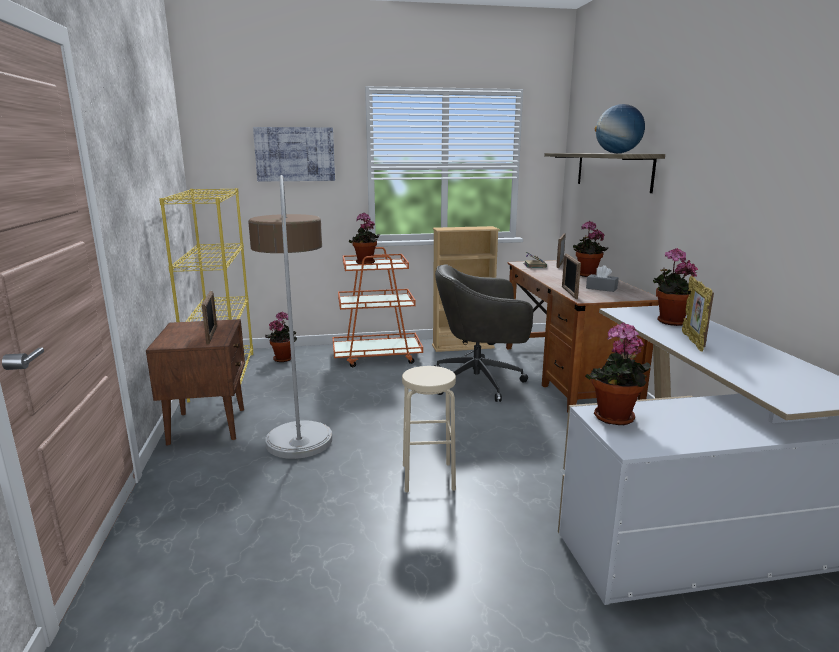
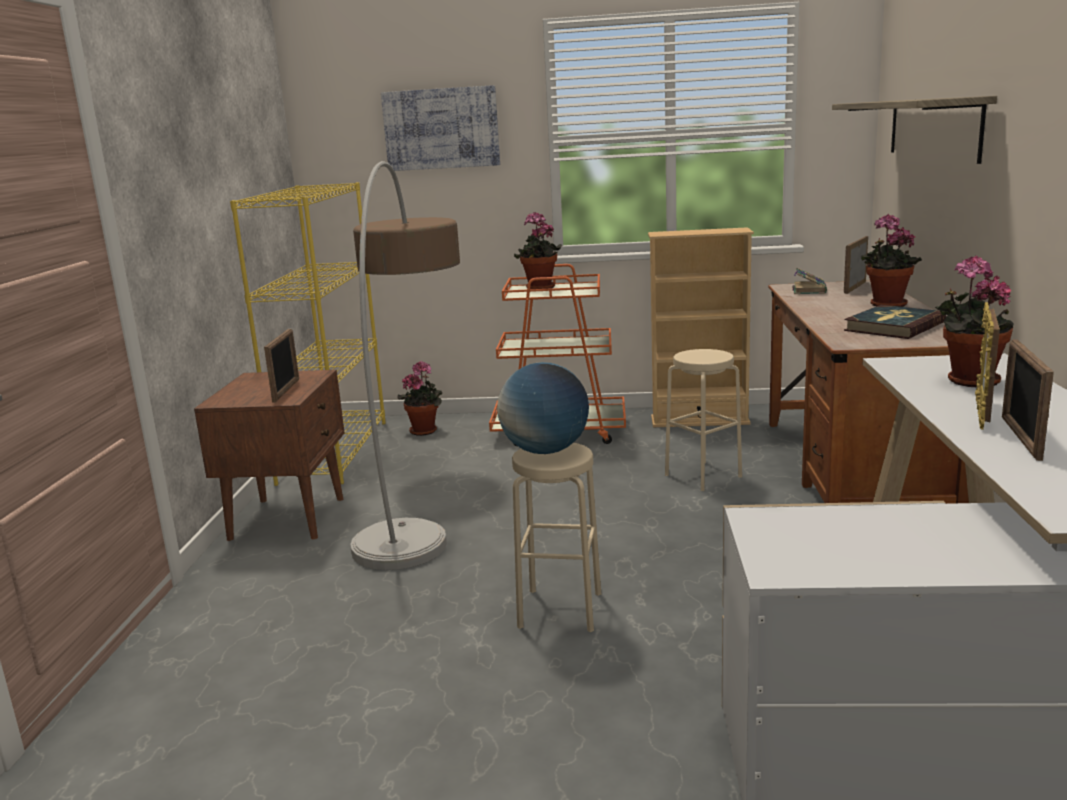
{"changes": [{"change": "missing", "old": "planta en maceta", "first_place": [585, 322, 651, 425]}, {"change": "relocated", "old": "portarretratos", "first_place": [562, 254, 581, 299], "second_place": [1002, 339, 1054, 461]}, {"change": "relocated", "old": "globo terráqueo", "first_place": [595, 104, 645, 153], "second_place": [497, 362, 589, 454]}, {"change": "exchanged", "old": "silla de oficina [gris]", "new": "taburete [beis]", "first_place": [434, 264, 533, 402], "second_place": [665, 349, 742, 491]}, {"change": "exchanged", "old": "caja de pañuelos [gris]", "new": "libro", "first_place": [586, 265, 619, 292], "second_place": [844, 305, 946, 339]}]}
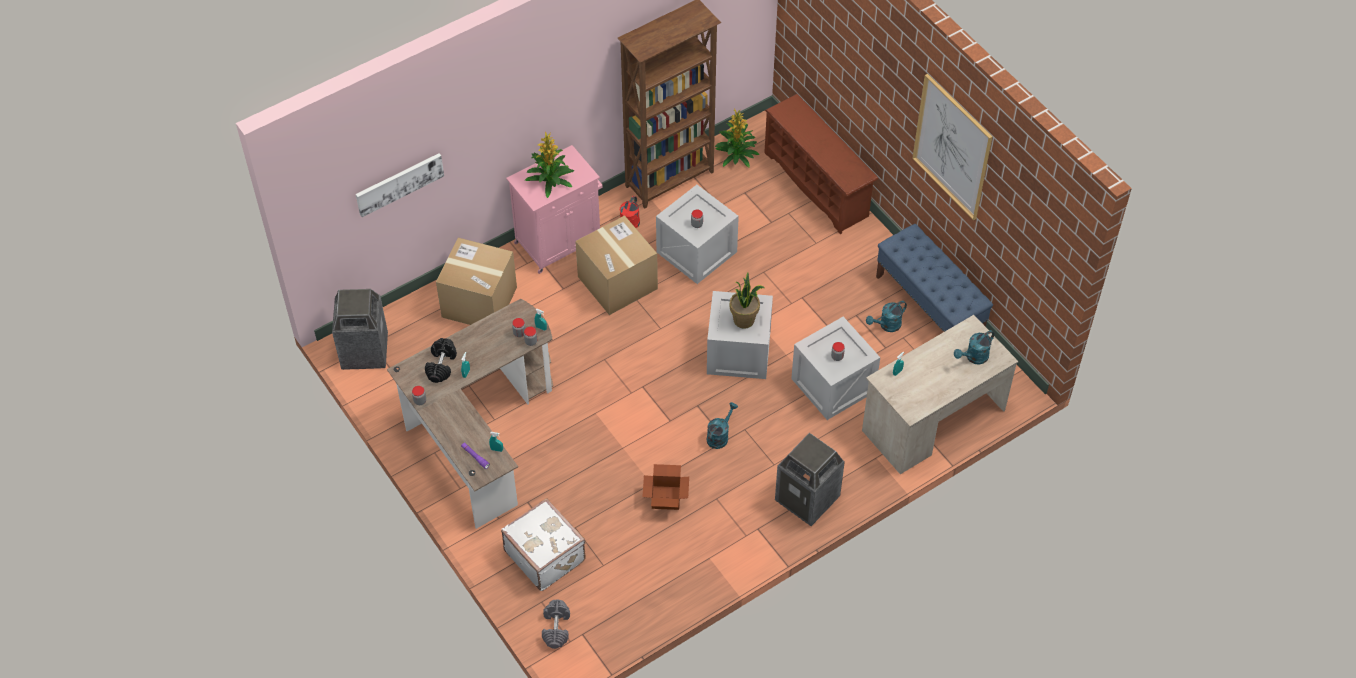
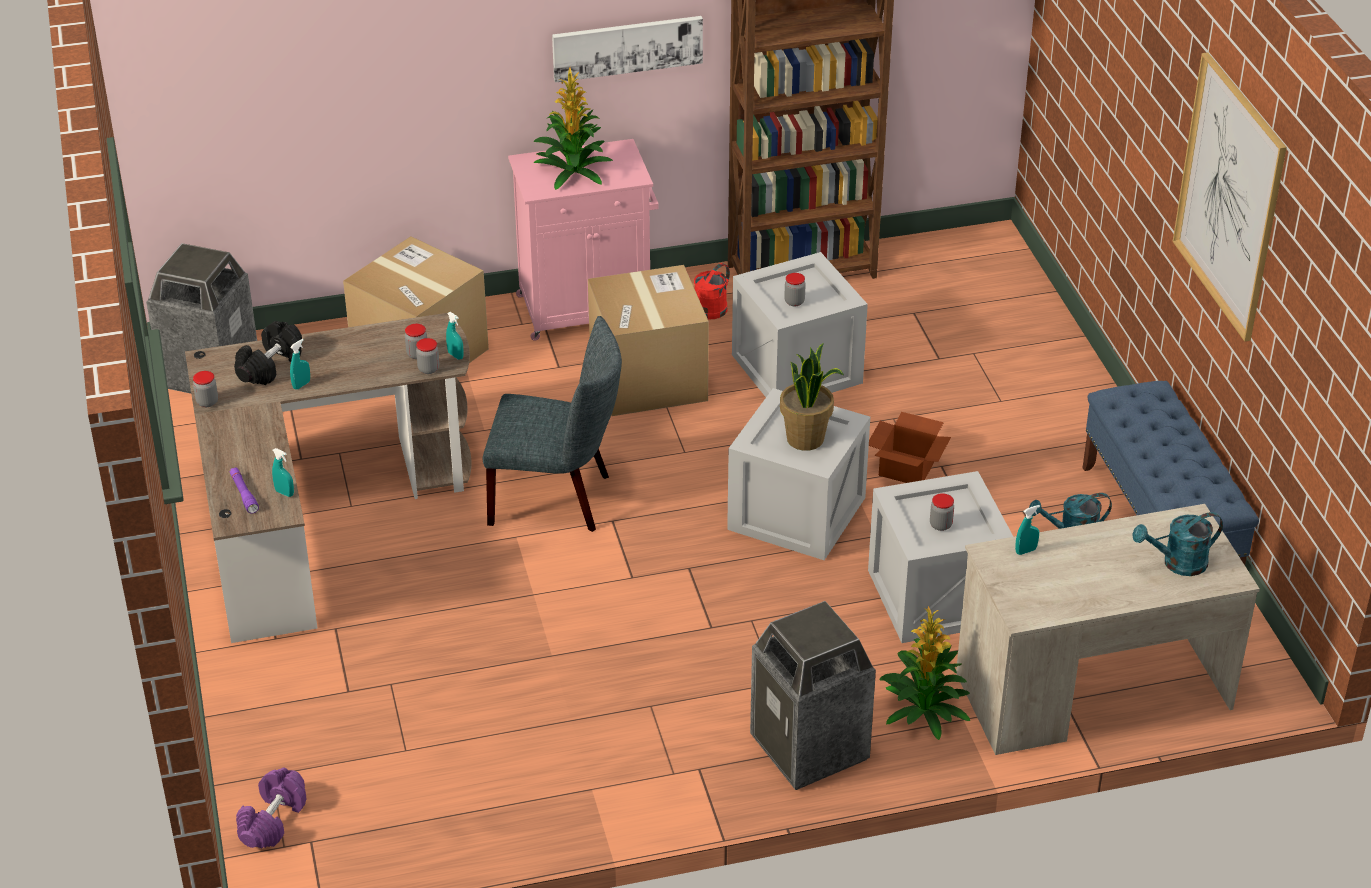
{"changes": [{"change": "missing", "old": "maleta [blanco]", "first_place": [501, 498, 586, 591]}, {"change": "missing", "old": "regadera [turquesa]", "first_place": [706, 402, 738, 449]}, {"change": "missing", "old": "zapatero [marrón]", "first_place": [764, 94, 878, 234]}, {"change": "appeared", "new": "silla [gris]", "second_place": [483, 316, 622, 532]}, {"change": "relocated", "old": "cuadro", "first_place": [356, 153, 444, 217], "second_place": [552, 16, 703, 83]}, {"change": "relocated", "old": "caja de cartón", "first_place": [642, 464, 689, 510], "second_place": [869, 412, 951, 483]}, {"change": "relocated", "old": "planta en maceta", "first_place": [715, 109, 760, 167], "second_place": [879, 606, 970, 740]}, {"change": "colour", "old": "mancuerna [gris]", "new": "mancuerna [morado]", "first_place": [542, 599, 570, 649], "second_place": [236, 767, 307, 848]}]}
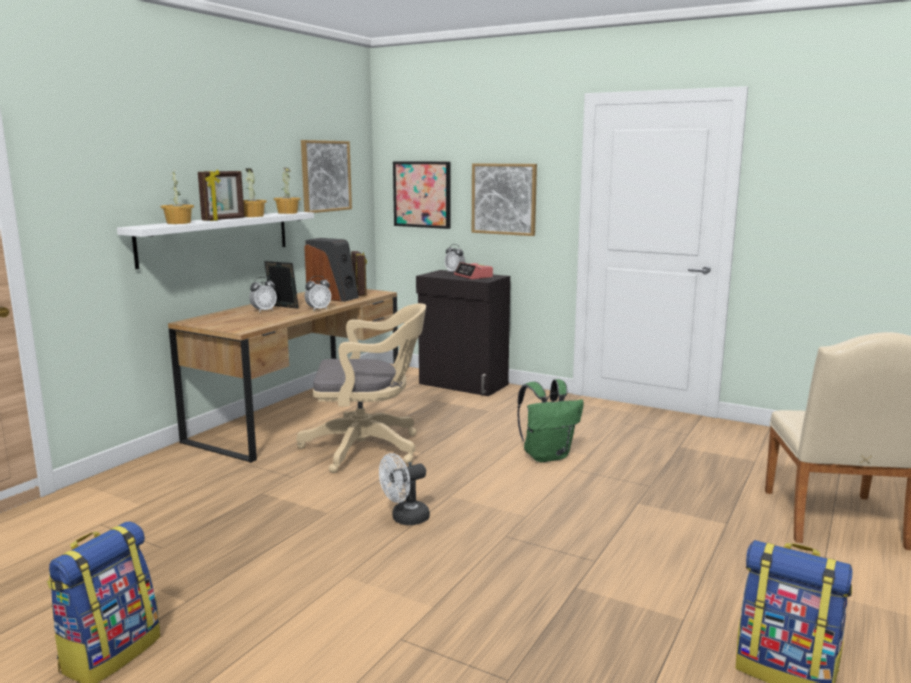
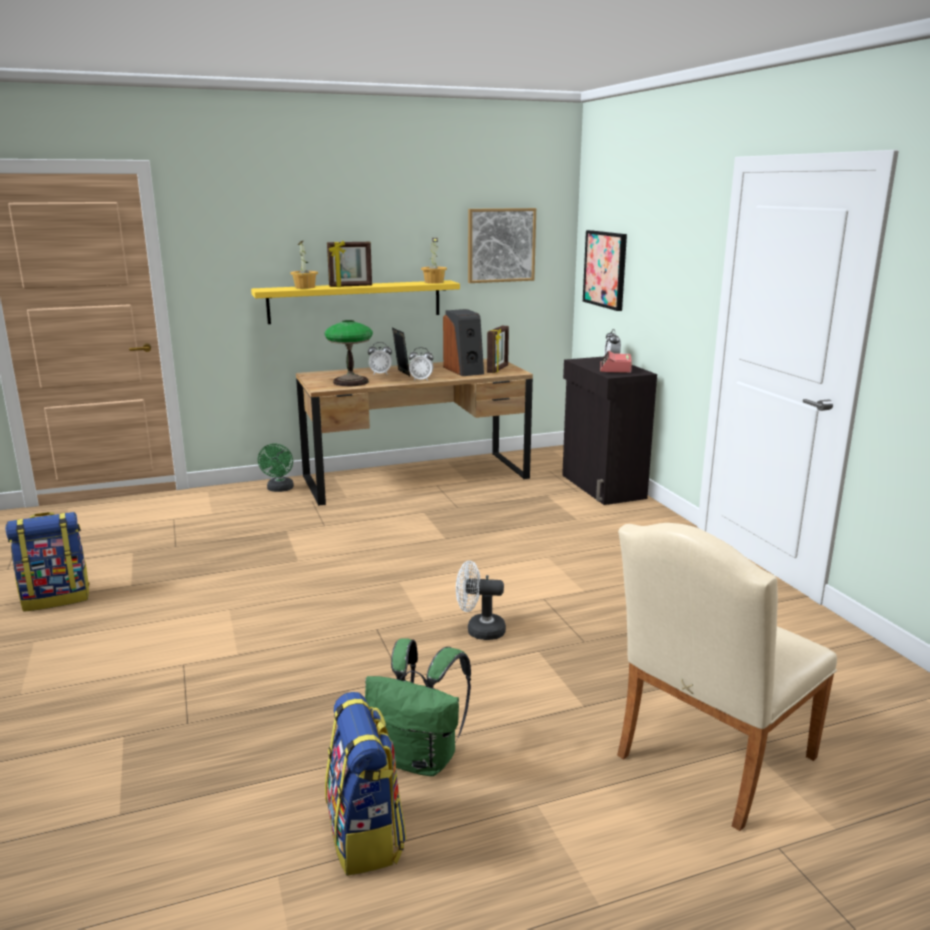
{"changes": [{"change": "missing", "old": "planta en maceta", "first_place": [243, 168, 267, 217]}, {"change": "missing", "old": "silla de oficina [beis]", "first_place": [296, 303, 426, 473]}, {"change": "missing", "old": "cuadro", "first_place": [472, 163, 537, 236]}, {"change": "appeared", "new": "ventilador [verde]", "second_place": [258, 443, 294, 492]}, {"change": "appeared", "new": "lámpara de mesa", "second_place": [324, 320, 373, 386]}, {"change": "relocated", "old": "ventilador [blanco]", "first_place": [379, 453, 430, 525], "second_place": [456, 561, 506, 640]}, {"change": "relocated", "old": "mochila [verde]", "first_place": [517, 379, 584, 462], "second_place": [365, 638, 471, 776]}, {"change": "colour", "old": "estante [blanco]", "new": "estante [amarillo]", "first_place": [117, 212, 314, 269], "second_place": [251, 280, 460, 324]}]}
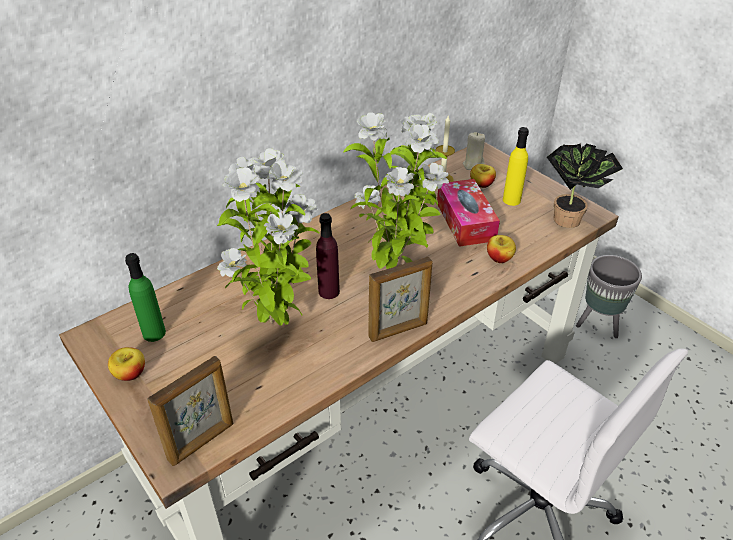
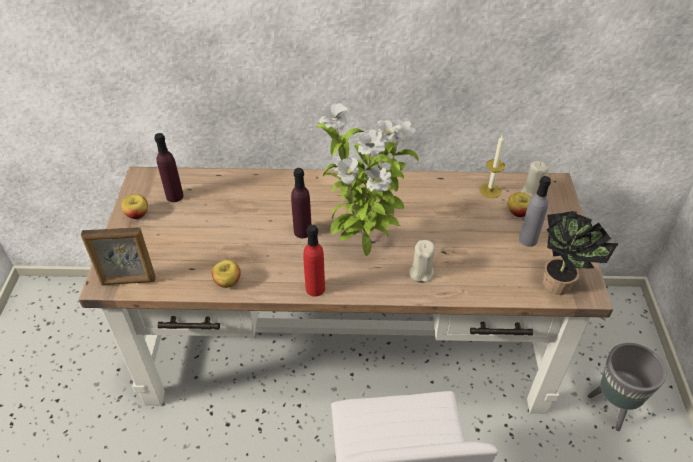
{"changes": [{"change": "missing", "old": "planta en maceta", "first_place": [217, 148, 320, 326]}, {"change": "missing", "old": "caja de pañuelos", "first_place": [437, 179, 500, 247]}, {"change": "appeared", "new": "vela [beis]", "second_place": [409, 240, 435, 282]}, {"change": "relocated", "old": "manzana", "first_place": [487, 235, 516, 263], "second_place": [212, 260, 241, 288]}, {"change": "exchanged", "old": "portarretratos", "new": "botella [rojo]", "first_place": [368, 257, 432, 342], "second_place": [303, 225, 325, 296]}, {"change": "colour", "old": "botella [verde]", "new": "botella [morado]", "first_place": [125, 253, 166, 342], "second_place": [155, 133, 184, 202]}, {"change": "colour", "old": "botella [amarillo]", "new": "botella [gris]", "first_place": [503, 127, 529, 206], "second_place": [519, 176, 551, 247]}]}
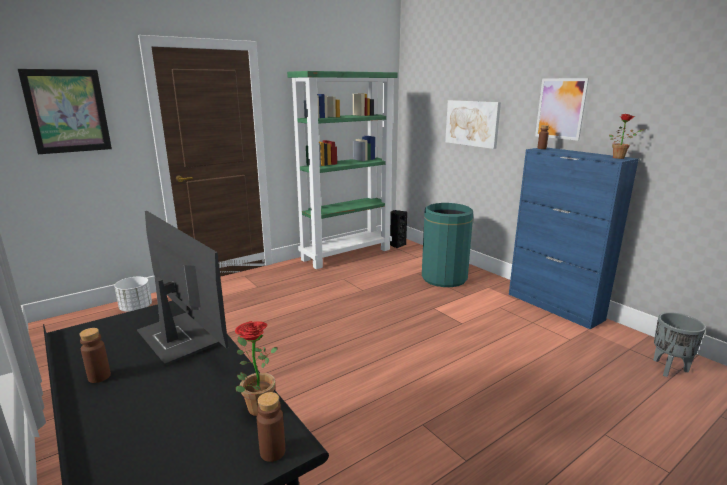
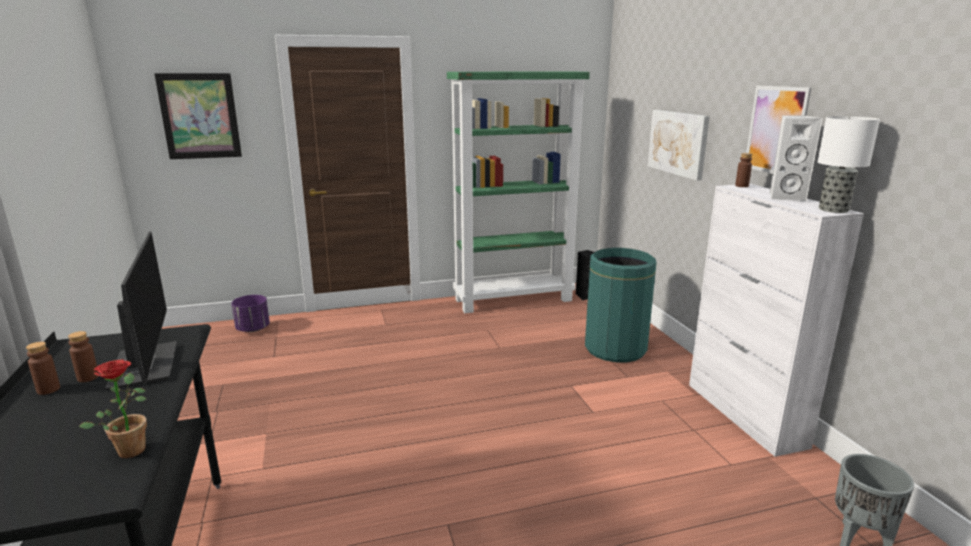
{"changes": [{"change": "appeared", "new": "altavoz [blanco]", "second_place": [769, 115, 823, 201]}, {"change": "relocated", "old": "botella [marrón]", "first_place": [257, 392, 285, 462], "second_place": [68, 331, 99, 382]}, {"change": "exchanged", "old": "planta en maceta", "new": "lámpara de mesa", "first_place": [609, 114, 644, 159], "second_place": [818, 116, 880, 213]}, {"change": "colour", "old": "maceta [blanco]", "new": "maceta [morado]", "first_place": [114, 277, 152, 312], "second_place": [231, 295, 270, 332]}, {"change": "colour", "old": "armario [azul]", "new": "armario [blanco]", "first_place": [509, 148, 639, 329], "second_place": [689, 184, 864, 457]}]}
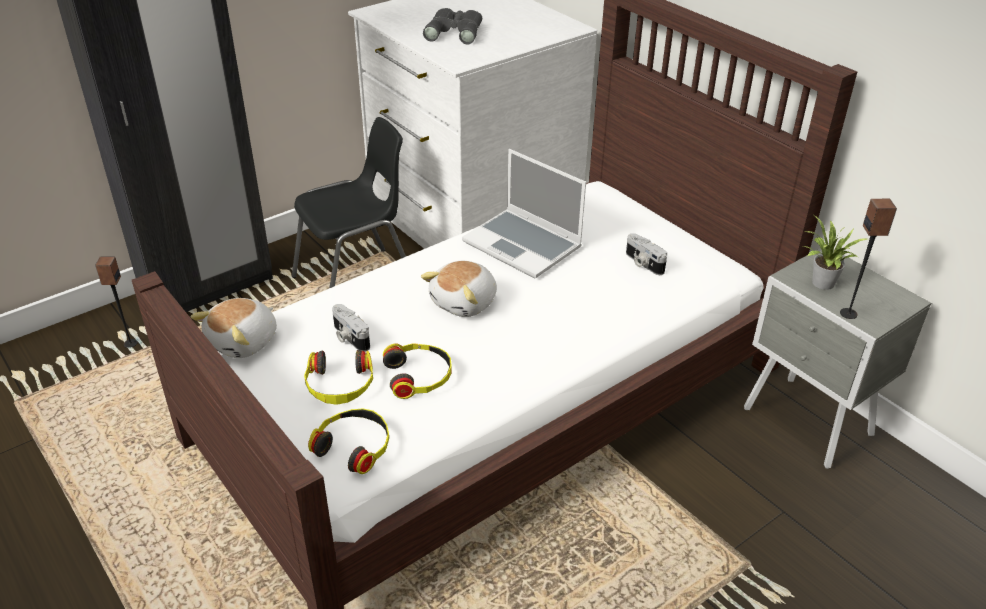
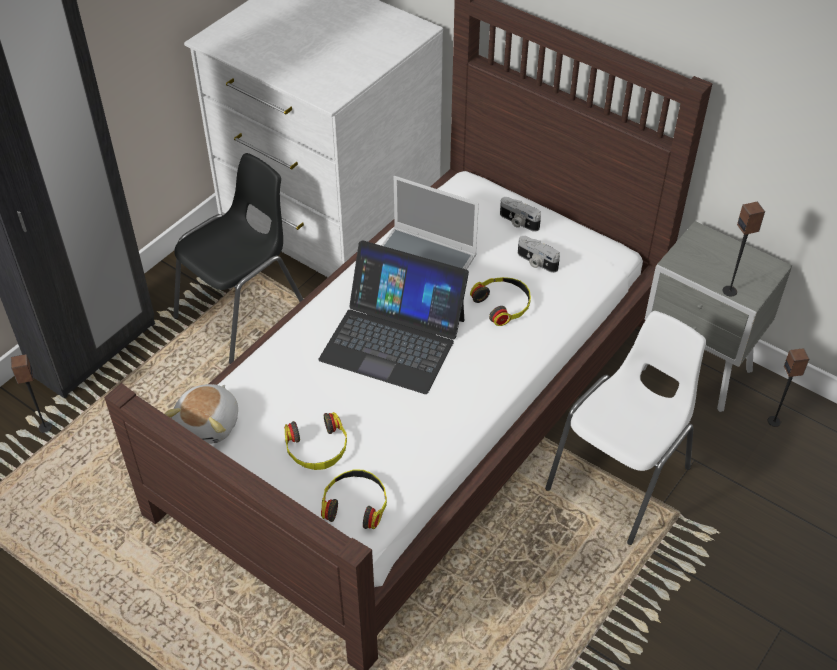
{"changes": [{"change": "missing", "old": "prismáticos [gris]", "first_place": [423, 8, 482, 44]}, {"change": "missing", "old": "planta en maceta", "first_place": [803, 215, 867, 290]}, {"change": "appeared", "new": "silla [blanco]", "second_place": [545, 311, 706, 545]}, {"change": "appeared", "new": "altavoz", "second_place": [768, 348, 809, 427]}, {"change": "relocated", "old": "cámara", "first_place": [332, 304, 370, 352], "second_place": [500, 197, 541, 232]}, {"change": "relocated", "old": "auriculares", "first_place": [383, 343, 452, 399], "second_place": [470, 277, 531, 326]}, {"change": "exchanged", "old": "peluche", "new": "portátil", "first_place": [421, 261, 497, 317], "second_place": [318, 240, 469, 394]}]}
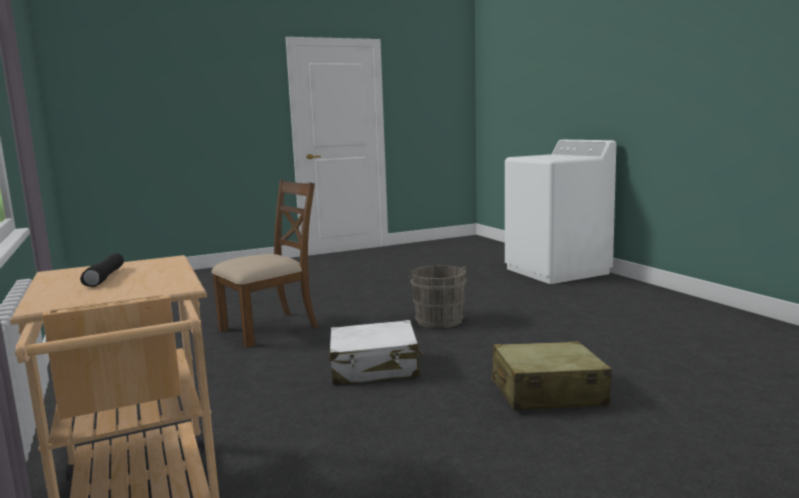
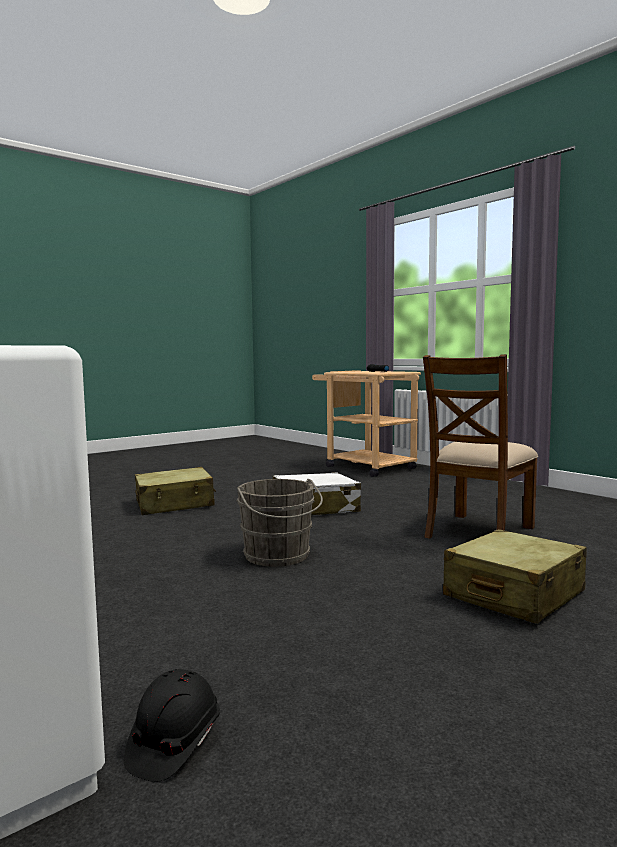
{"changes": [{"change": "appeared", "new": "casco [negro]", "second_place": [124, 669, 220, 782]}, {"change": "appeared", "new": "maleta [beis]", "second_place": [443, 529, 587, 624]}]}
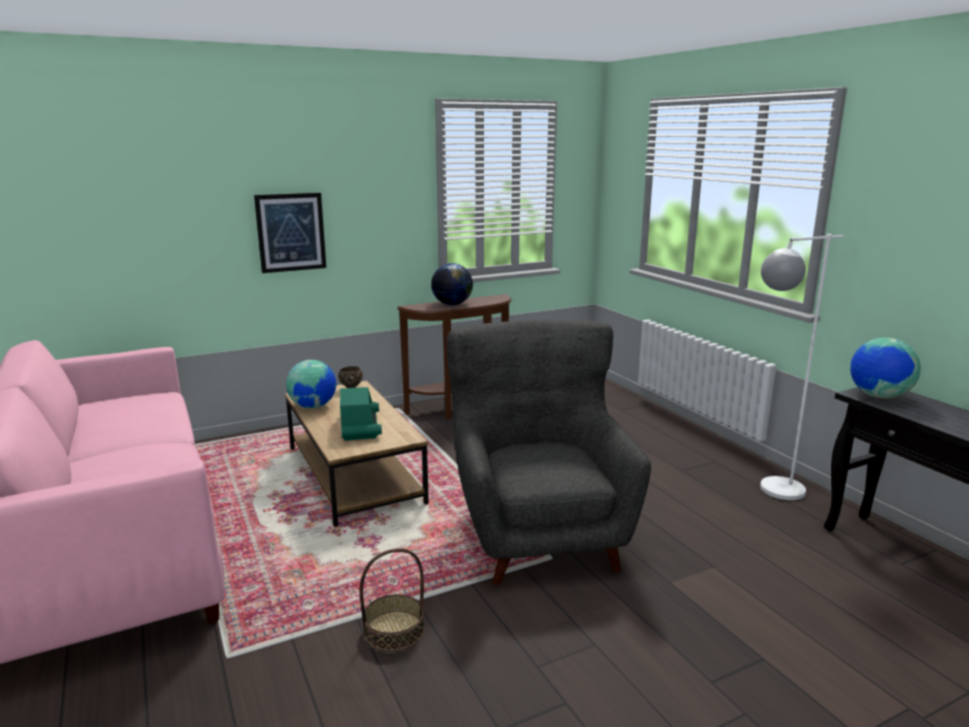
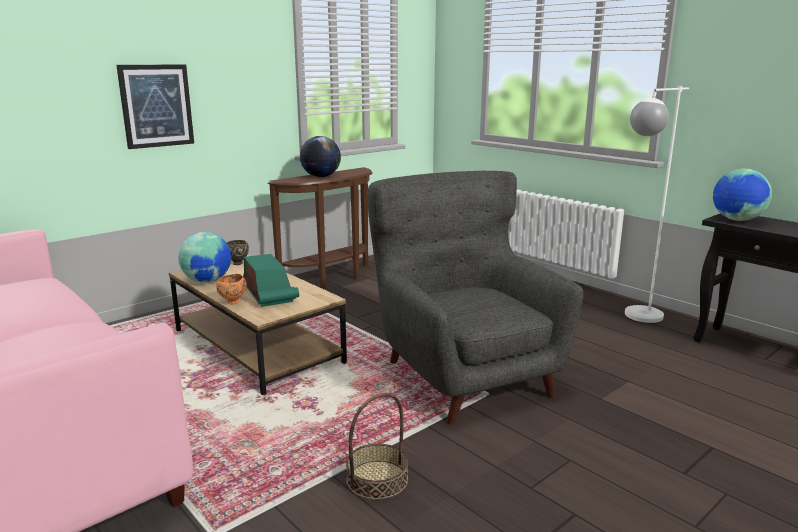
{"changes": [{"change": "appeared", "new": "cuenco [naranja]", "second_place": [216, 274, 247, 305]}]}
